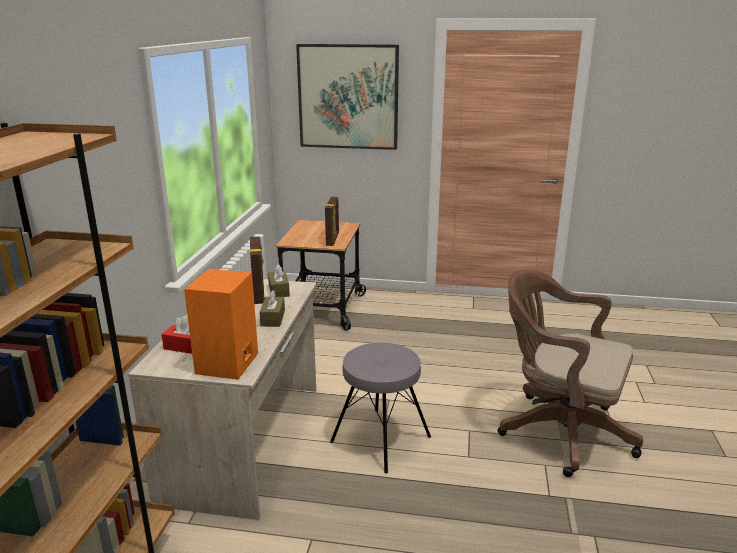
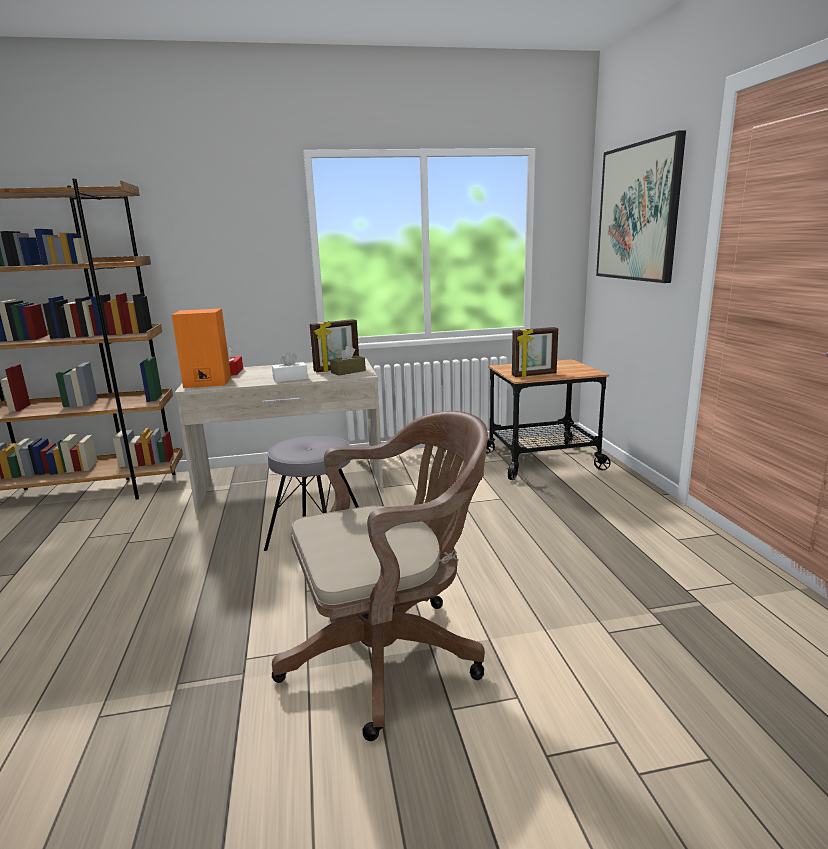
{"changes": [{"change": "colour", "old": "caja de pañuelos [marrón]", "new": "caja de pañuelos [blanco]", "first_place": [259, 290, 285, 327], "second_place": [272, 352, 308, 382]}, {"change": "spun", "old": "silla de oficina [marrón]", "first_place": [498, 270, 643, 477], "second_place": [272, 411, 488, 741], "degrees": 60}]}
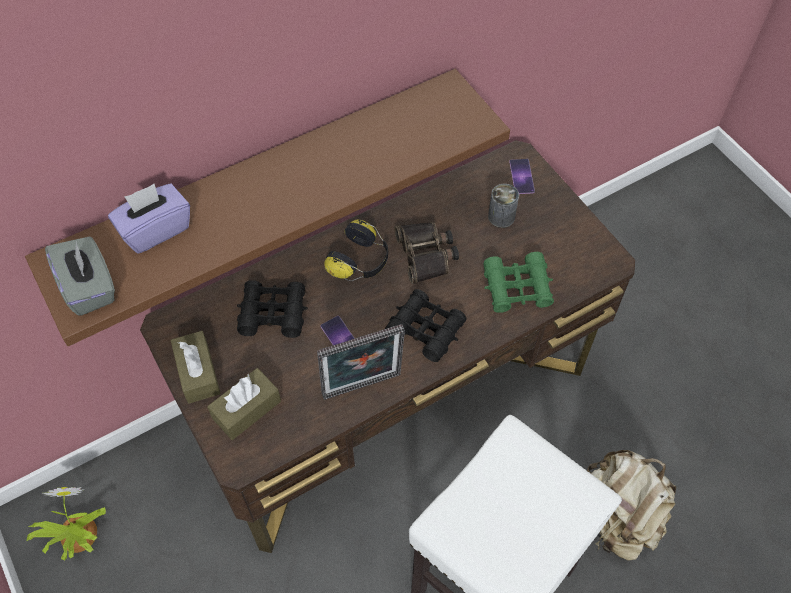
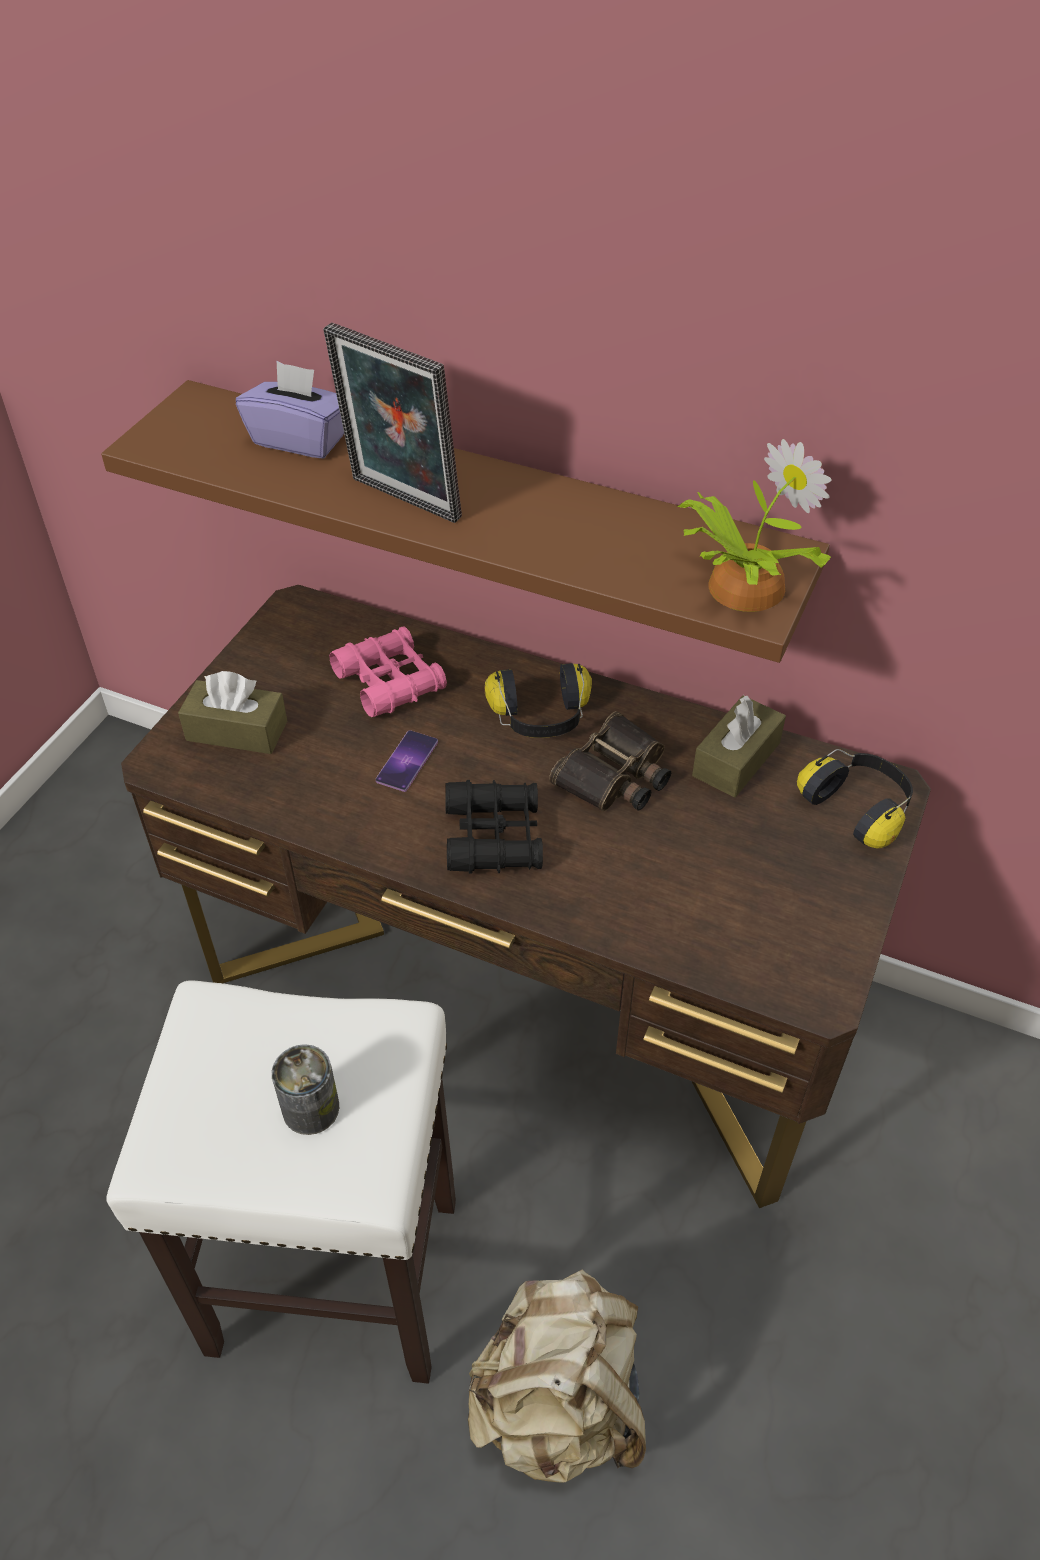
{"changes": [{"change": "missing", "old": "caja de pañuelos [gris]", "first_place": [45, 236, 115, 316]}, {"change": "missing", "old": "prismáticos [verde]", "first_place": [483, 252, 554, 312]}, {"change": "relocated", "old": "planta en maceta", "first_place": [27, 487, 106, 560], "second_place": [678, 439, 831, 612]}, {"change": "relocated", "old": "caja de pañuelos [marrón]", "first_place": [171, 331, 221, 404], "second_place": [692, 696, 786, 797]}, {"change": "relocated", "old": "portarretratos", "first_place": [317, 324, 405, 400], "second_place": [323, 323, 462, 523]}, {"change": "relocated", "old": "lata", "first_place": [488, 184, 519, 228], "second_place": [272, 1044, 339, 1135]}, {"change": "exchanged", "old": "móvil", "new": "auriculares", "first_place": [509, 159, 535, 194], "second_place": [797, 749, 913, 848]}, {"change": "colour", "old": "prismáticos [negro]", "new": "prismáticos [rosa]", "first_place": [237, 280, 308, 338], "second_place": [329, 626, 447, 717]}]}
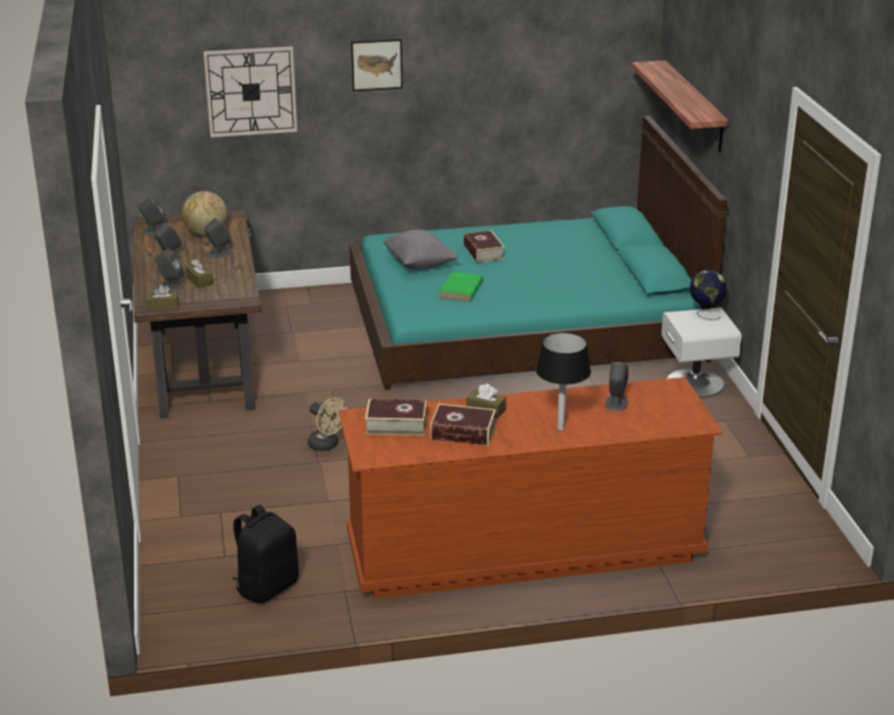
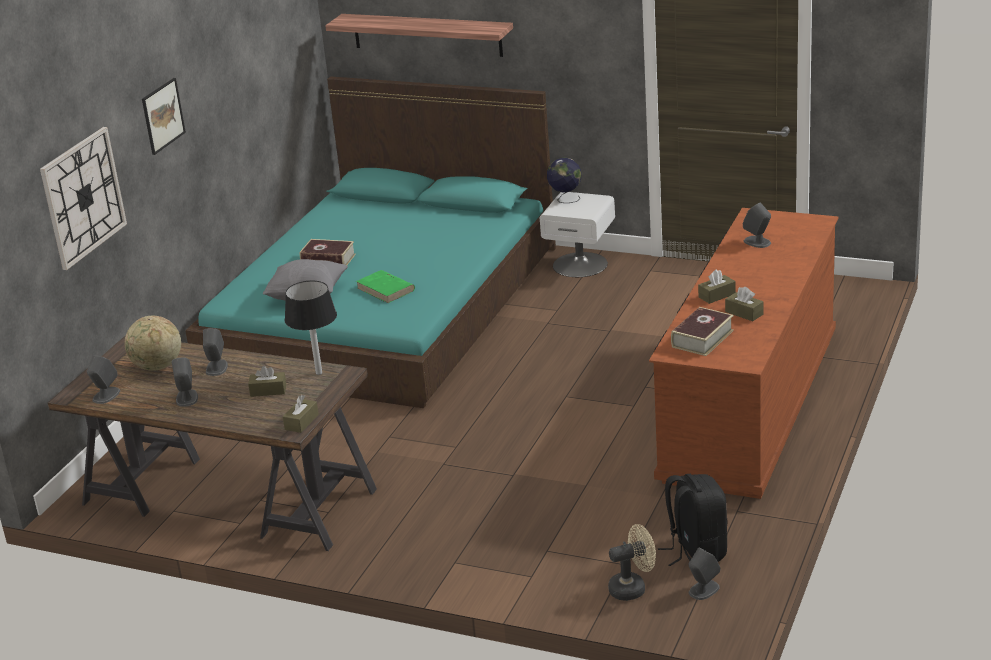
{"changes": [{"change": "relocated", "old": "altavoz [gris]", "first_place": [155, 249, 184, 291], "second_place": [689, 547, 720, 600]}, {"change": "relocated", "old": "ventilador [beis]", "first_place": [308, 397, 347, 451], "second_place": [608, 524, 656, 601]}, {"change": "relocated", "old": "lámpara de mesa [negro]", "first_place": [536, 332, 591, 431], "second_place": [285, 281, 337, 375]}, {"change": "exchanged", "old": "libro", "new": "caja de pañuelos [marrón]", "first_place": [430, 404, 496, 446], "second_place": [725, 287, 764, 321]}]}
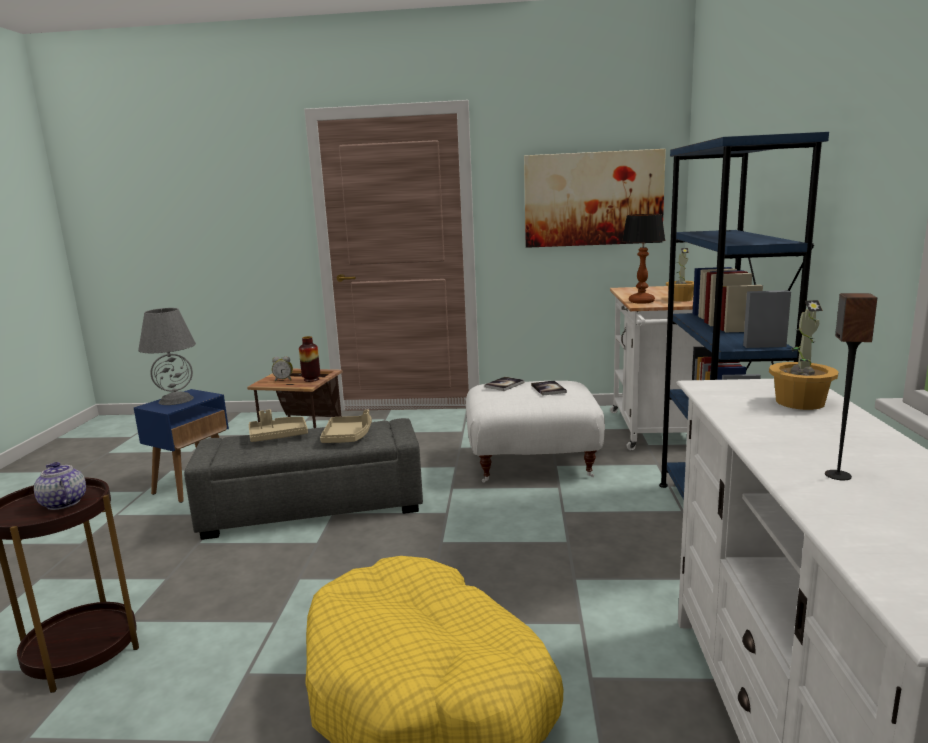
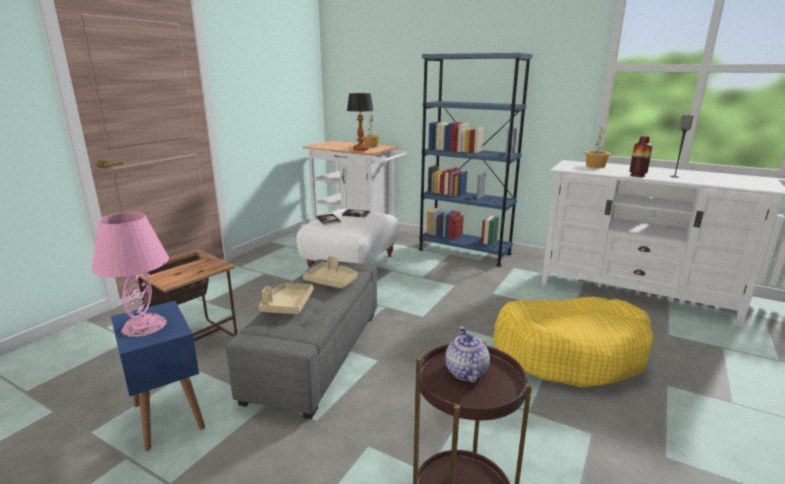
{"changes": [{"change": "missing", "old": "despertador", "first_place": [272, 356, 293, 381]}, {"change": "missing", "old": "cuadro", "first_place": [524, 149, 666, 248]}, {"change": "relocated", "old": "florero", "first_place": [299, 336, 320, 382], "second_place": [630, 136, 653, 177]}, {"change": "colour", "old": "lámpara de mesa [gris]", "new": "lámpara de mesa [rosa]", "first_place": [138, 308, 196, 405], "second_place": [92, 212, 169, 337]}, {"change": "spun", "old": "tetera", "first_place": [34, 462, 86, 510], "second_place": [445, 327, 490, 383], "degrees": 105}]}
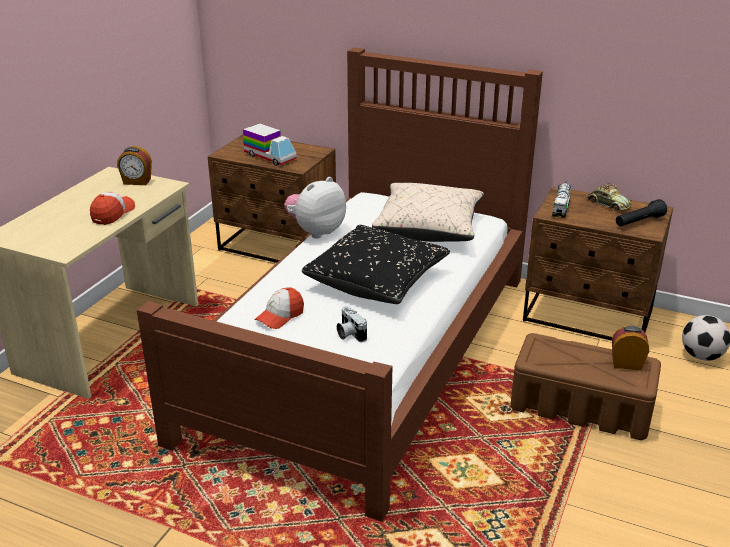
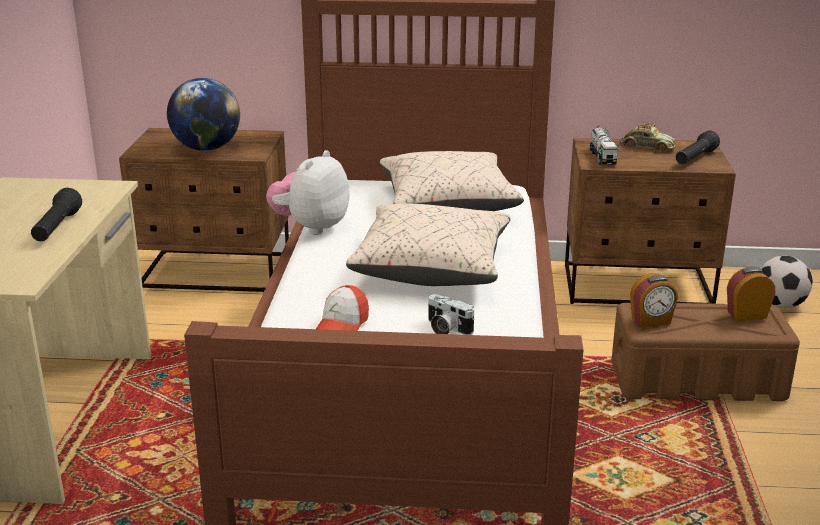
{"changes": [{"change": "relocated", "old": "despertador", "first_place": [117, 146, 152, 185], "second_place": [630, 273, 678, 328]}, {"change": "exchanged", "old": "gorra", "new": "linterna [negro]", "first_place": [90, 191, 135, 225], "second_place": [31, 188, 82, 241]}, {"change": "exchanged", "old": "camión de juguete", "new": "globo terráqueo", "first_place": [243, 123, 297, 166], "second_place": [167, 78, 240, 151]}, {"change": "colour", "old": "cojín [negro]", "new": "cojín [beis]", "first_place": [302, 225, 450, 304], "second_place": [346, 203, 511, 286]}]}
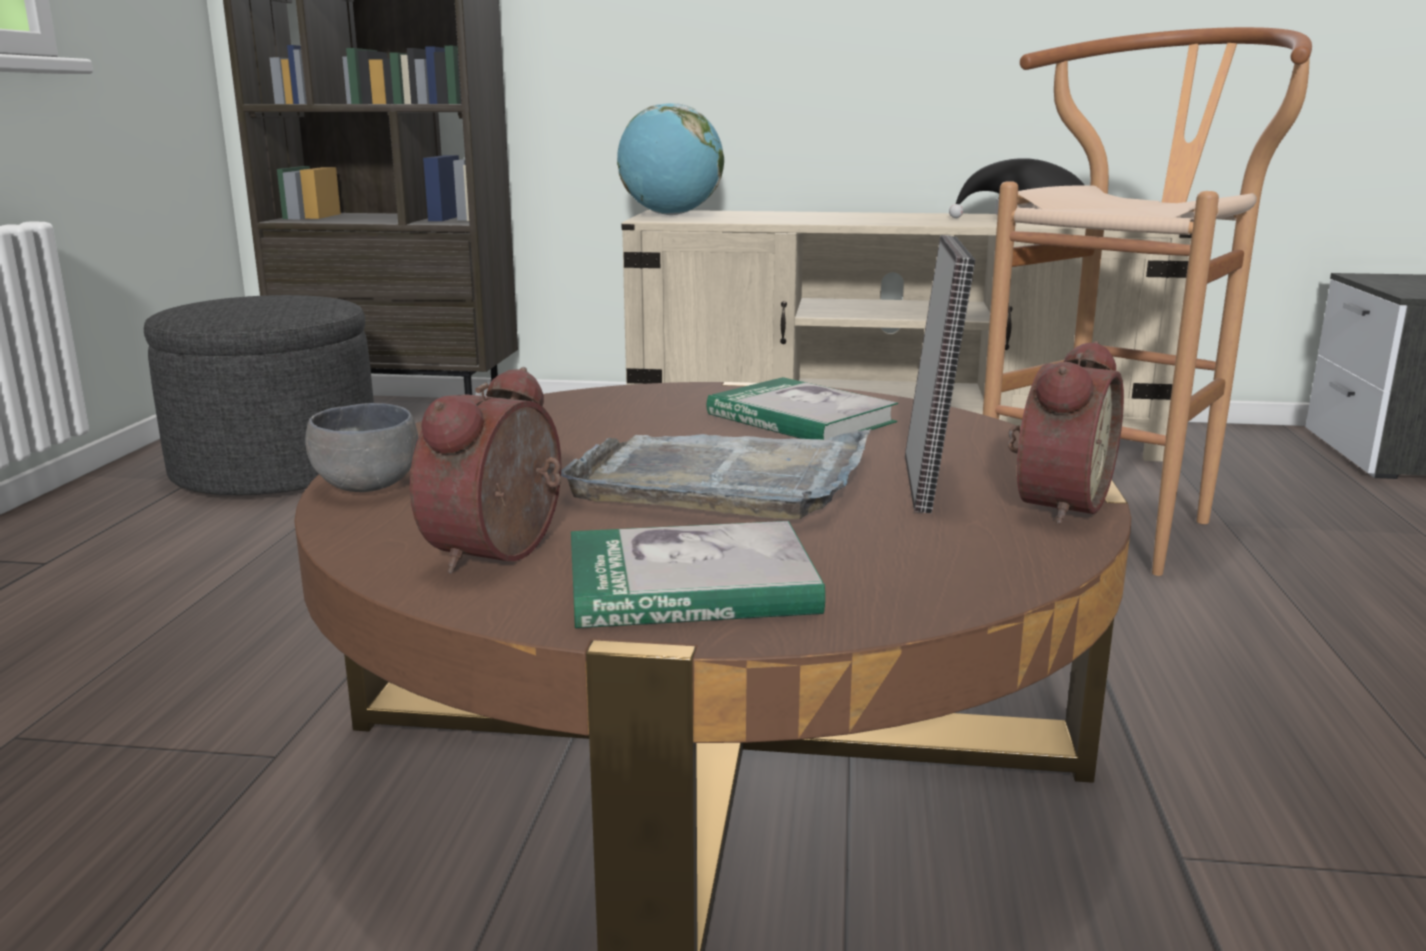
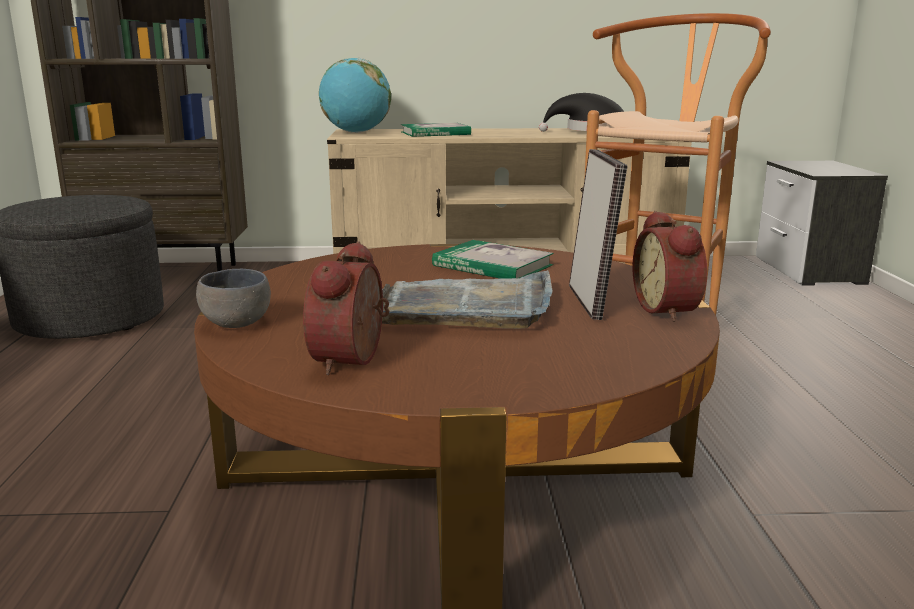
{"changes": [{"change": "relocated", "old": "libro", "first_place": [571, 521, 825, 628], "second_place": [401, 123, 471, 137]}, {"change": "spun", "old": "despertador", "first_place": [1008, 341, 1124, 525], "second_place": [633, 211, 707, 322], "degrees": 150}]}
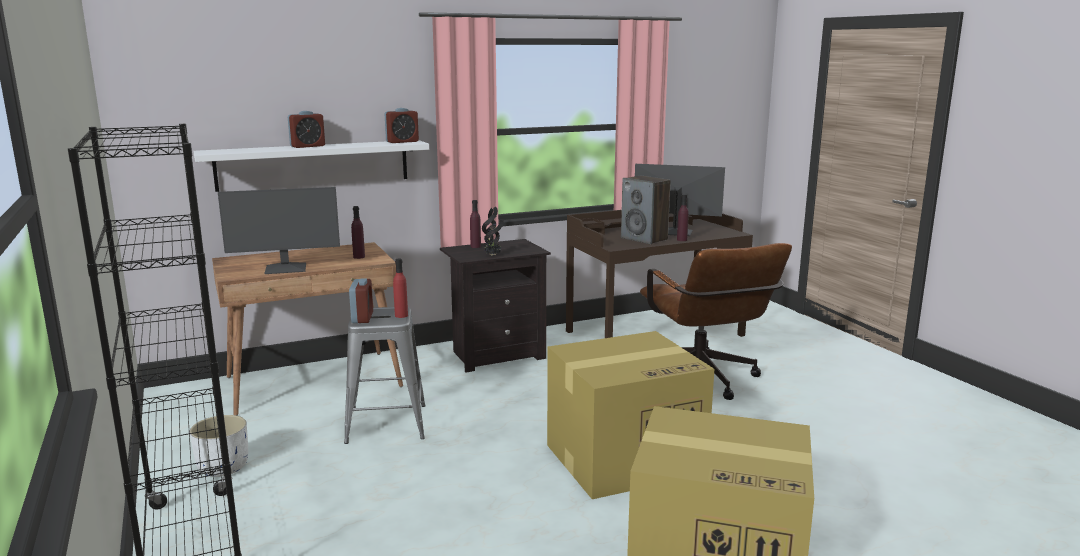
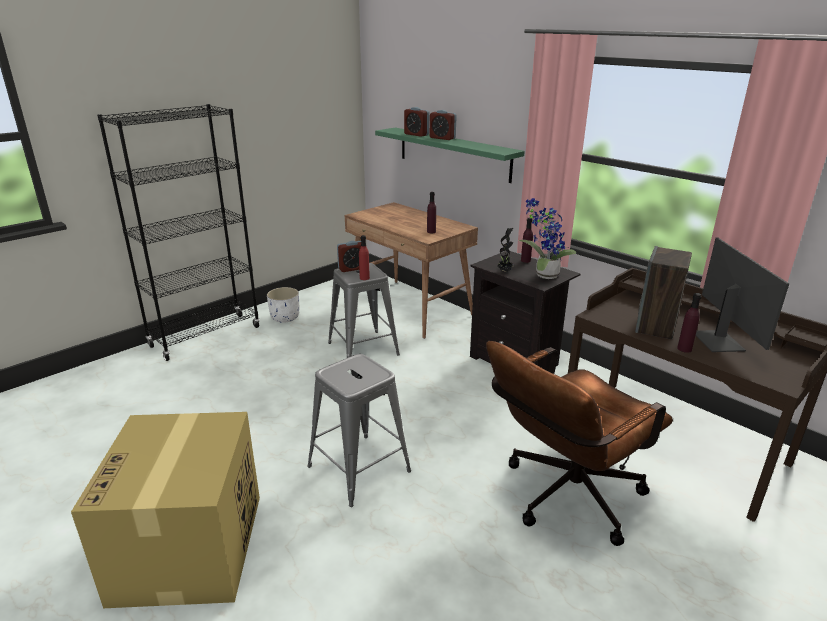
{"changes": [{"change": "missing", "old": "monitor", "first_place": [218, 187, 340, 274]}, {"change": "appeared", "new": "planta en maceta", "second_place": [519, 198, 576, 279]}, {"change": "relocated", "old": "despertador", "first_place": [385, 108, 419, 143], "second_place": [404, 107, 430, 137]}, {"change": "exchanged", "old": "caja de cartón", "new": "taburete [gris]", "first_place": [547, 331, 714, 499], "second_place": [308, 354, 411, 507]}, {"change": "colour", "old": "estante [blanco]", "new": "estante [verde]", "first_place": [193, 140, 429, 192], "second_place": [375, 127, 525, 183]}]}
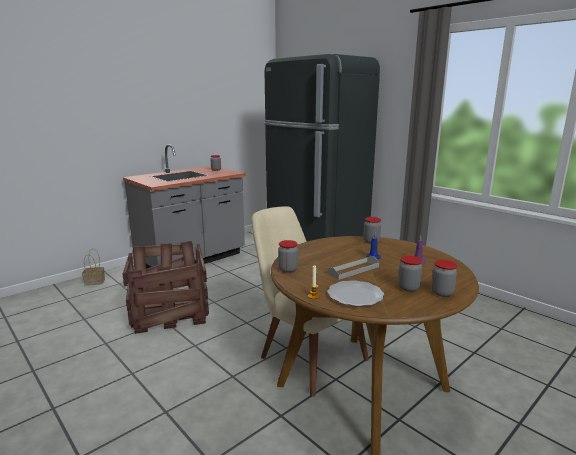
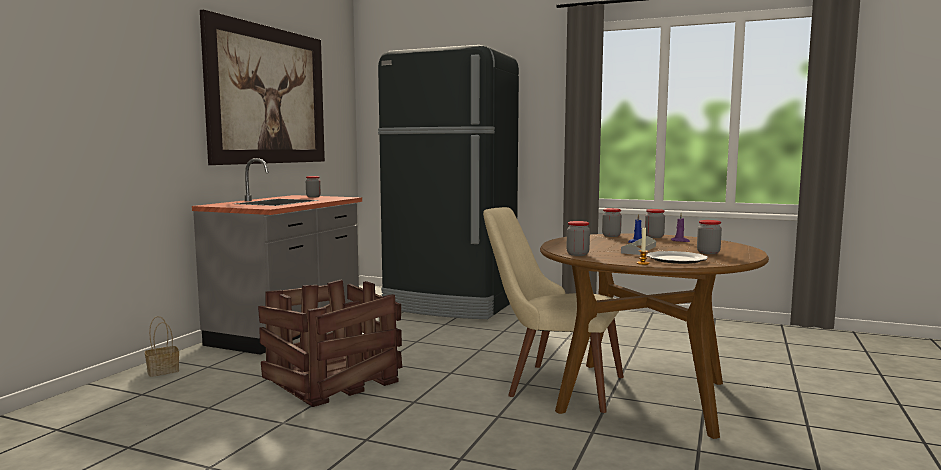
{"changes": [{"change": "appeared", "new": "cuadro", "second_place": [200, 9, 325, 165]}, {"change": "relocated", "old": "tarro", "first_place": [431, 260, 457, 297], "second_place": [645, 209, 665, 238]}]}
